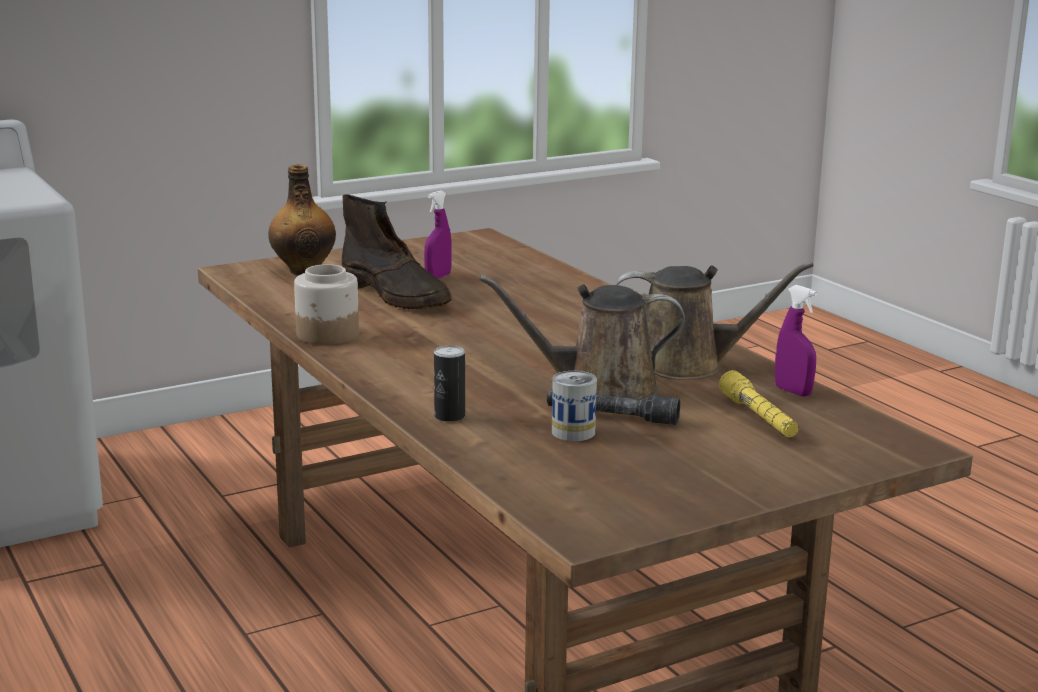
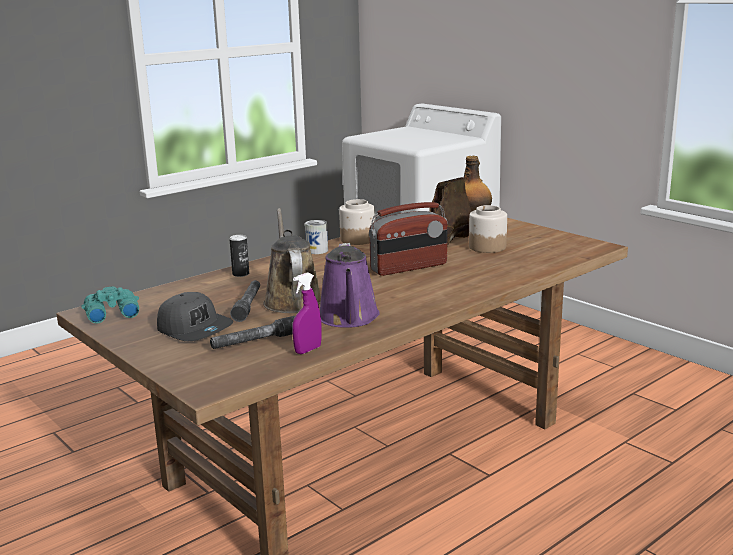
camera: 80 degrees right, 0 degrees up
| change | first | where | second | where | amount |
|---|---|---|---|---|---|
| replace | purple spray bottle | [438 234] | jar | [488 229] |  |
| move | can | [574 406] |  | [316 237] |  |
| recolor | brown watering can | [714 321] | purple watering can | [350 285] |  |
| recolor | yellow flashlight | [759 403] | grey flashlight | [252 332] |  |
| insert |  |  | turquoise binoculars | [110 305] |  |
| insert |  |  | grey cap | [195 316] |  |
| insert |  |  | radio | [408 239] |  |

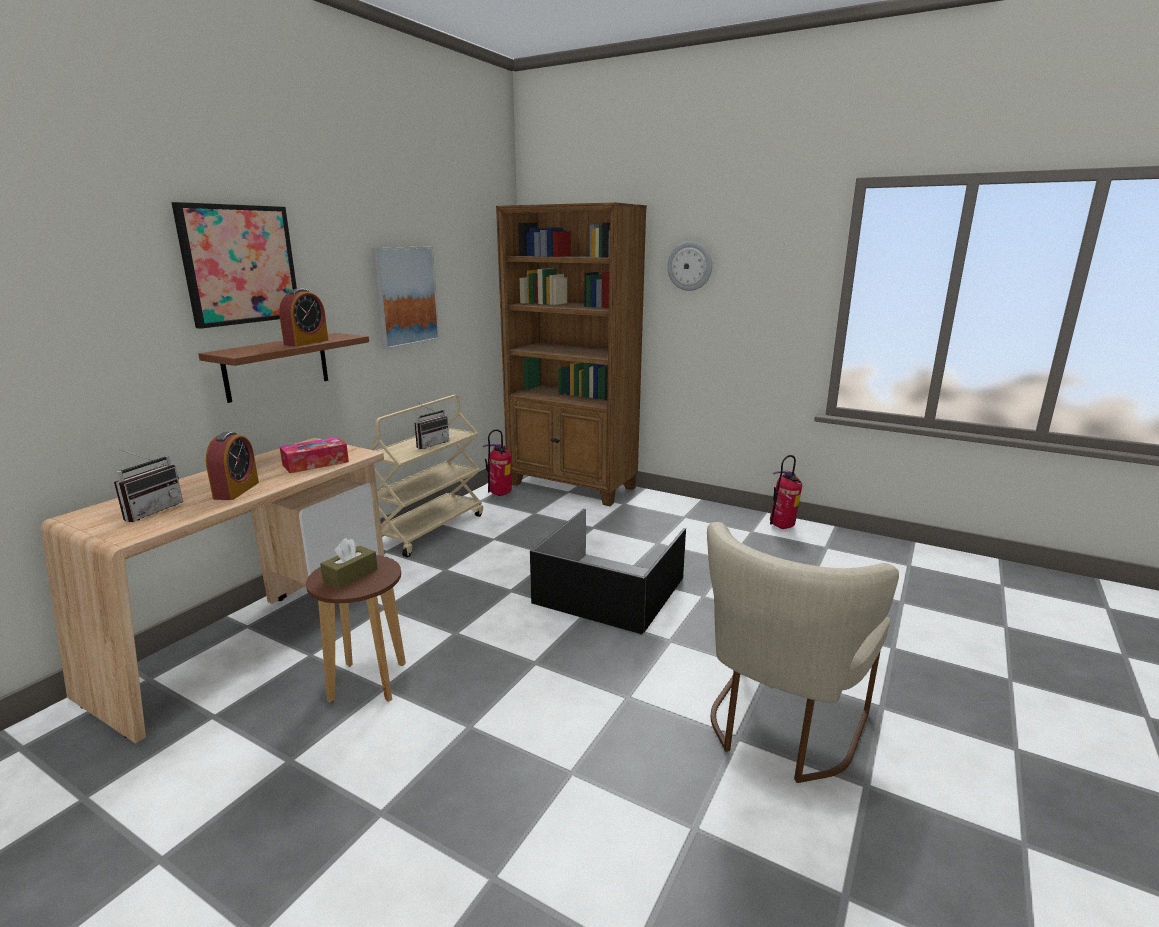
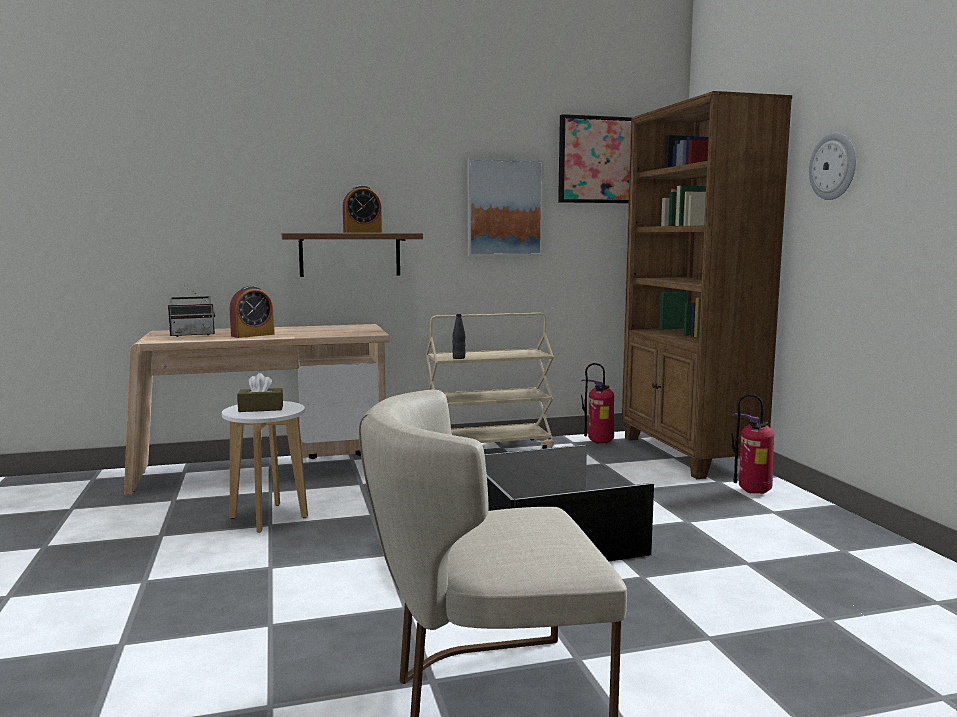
camera: 45 degrees right, 10 degrees down
| change | first | where | second | where | amount |
|---|---|---|---|---|---|
| move | picture | [234 265] |  | [595 158] |  |
| delete | tissue box | [314 455] |  |  |  |
| recolor | brown stool | [356 629] | white stool | [265 467] |  |
| delete | radio | [432 426] |  |  |  |
| move | fire extinguisher | [786 492] |  | [752 444] |  |
| insert |  |  | black bottle | [459 336] |  |

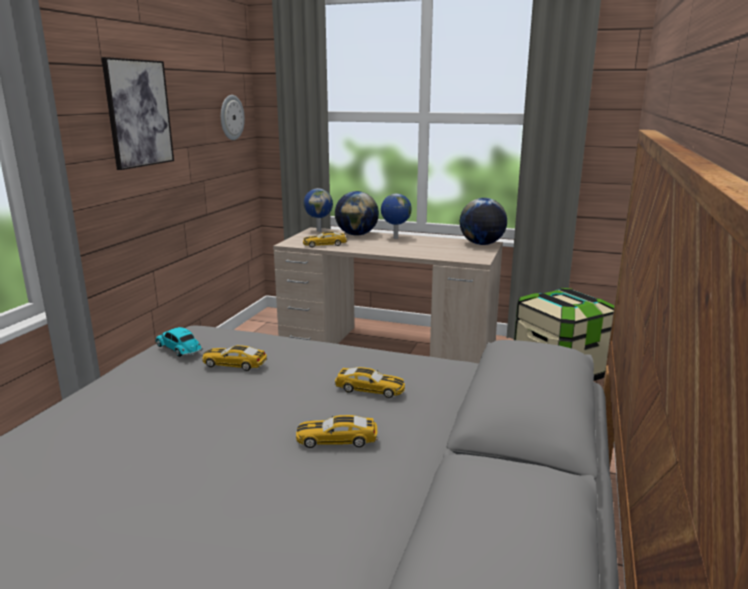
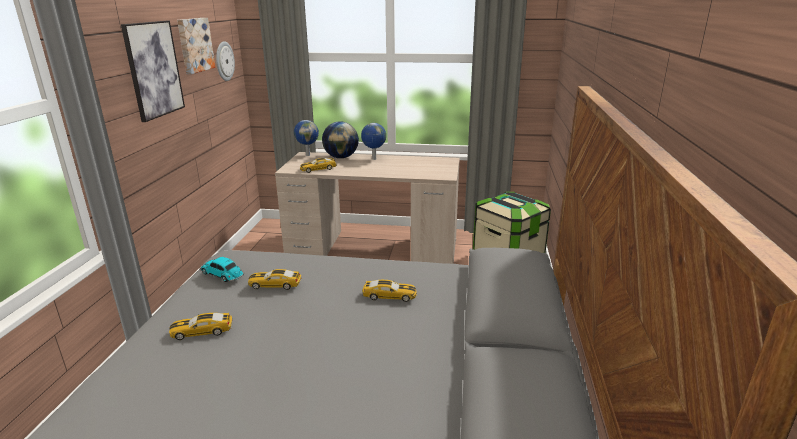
camera: 10 degrees left, 5 degrees up
| change | first | where | second | where | amount |
|---|---|---|---|---|---|
| move | toy car | [336 431] |  | [201 326] |  |
| delete | globe | [483 221] |  |  |  |
| insert |  |  | picture | [196 46] |  |

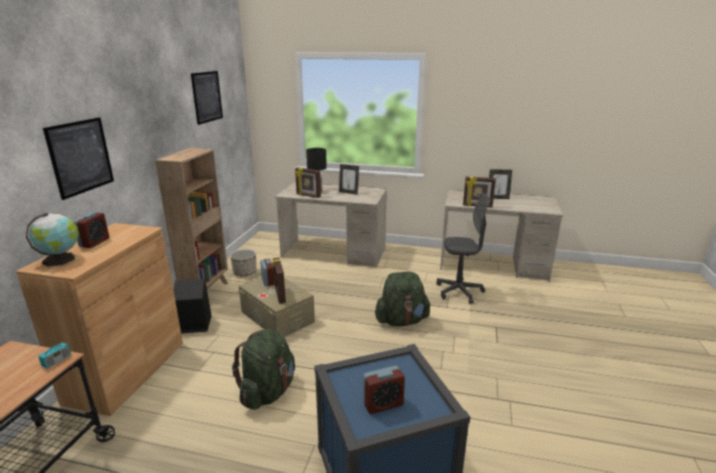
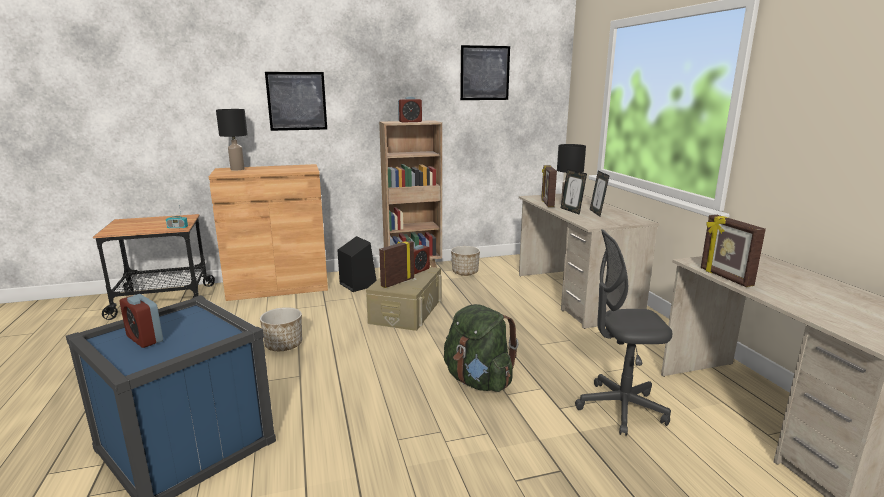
camera: 60 degrees right, 5 degrees down
| change | first | where | second | where | amount |
|---|---|---|---|---|---|
| replace | globe | [52 240] | black table lamp | [232 140] |  |
| move | alarm clock | [91 230] |  | [410 110] |  |
| replace | green backpack | [263 369] | planter | [281 329] |  |
| rotate | grey office chair | [463 248] |  | [623 332] | 120 degrees clockwise |
| move | picture frame | [500 184] |  | [574 192] |  |

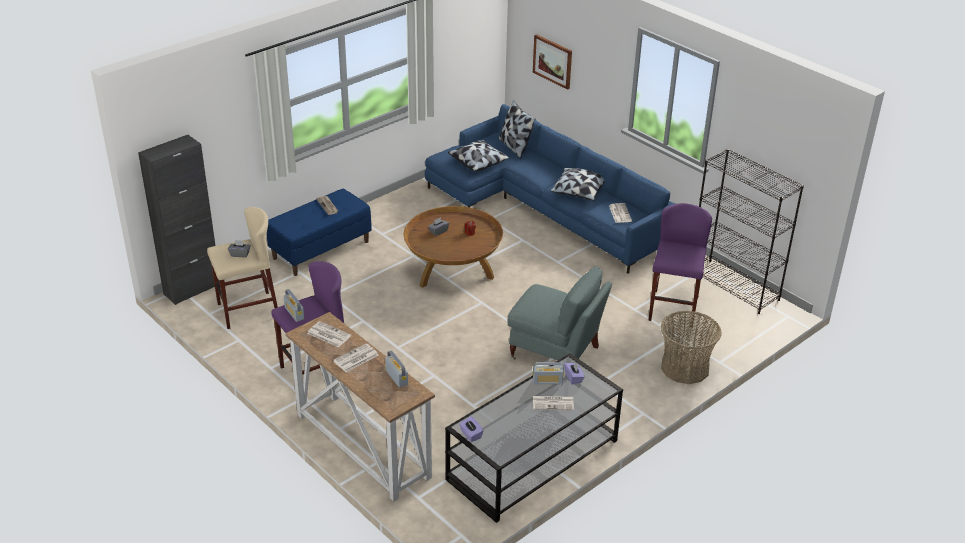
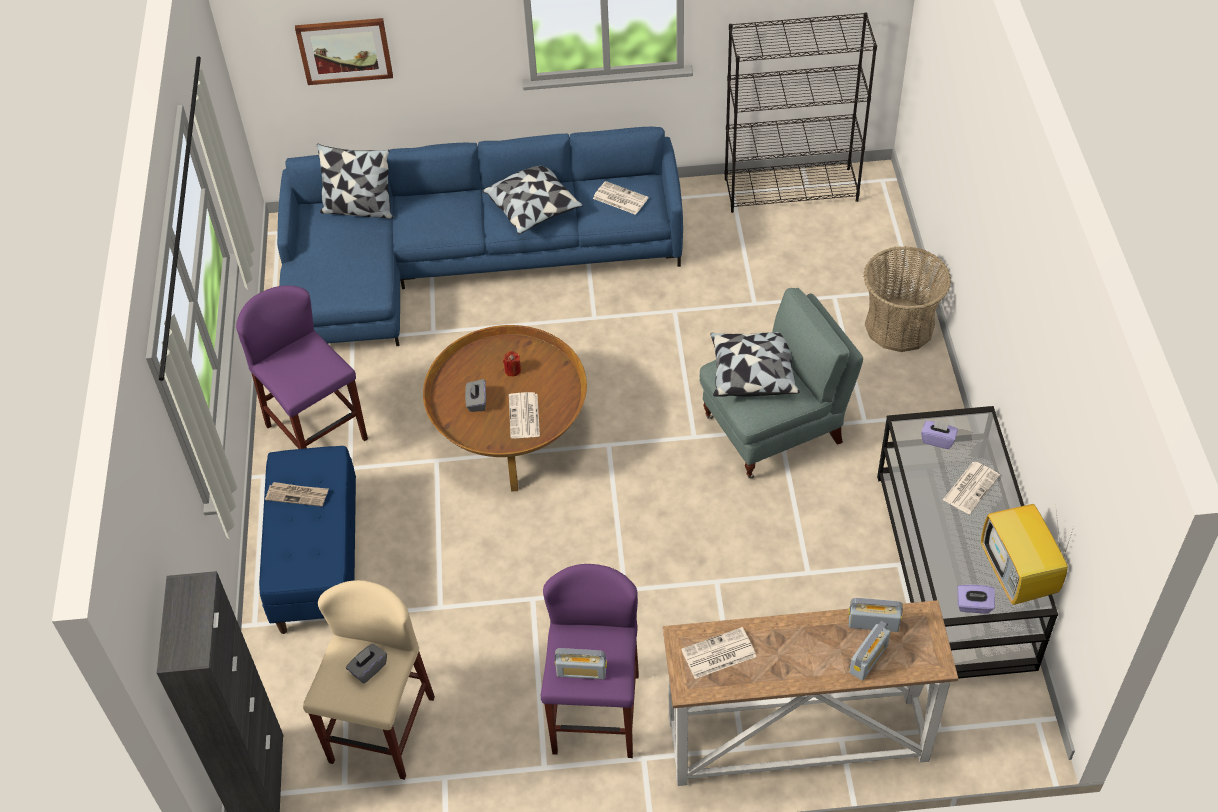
camera: 50 degrees left, 15 degrees up
| change | first | where | second | where | amount |
|---|---|---|---|---|---|
| move | newspaper | [356 357] |  | [524 415] |  |
| move | pillow | [479 155] |  | [754 364] |  |
| move | radio | [548 373] |  | [870 650] |  |
| move | purple stool | [680 264] |  | [302 367] |  |
| insert |  |  | television | [1027 554] |  |

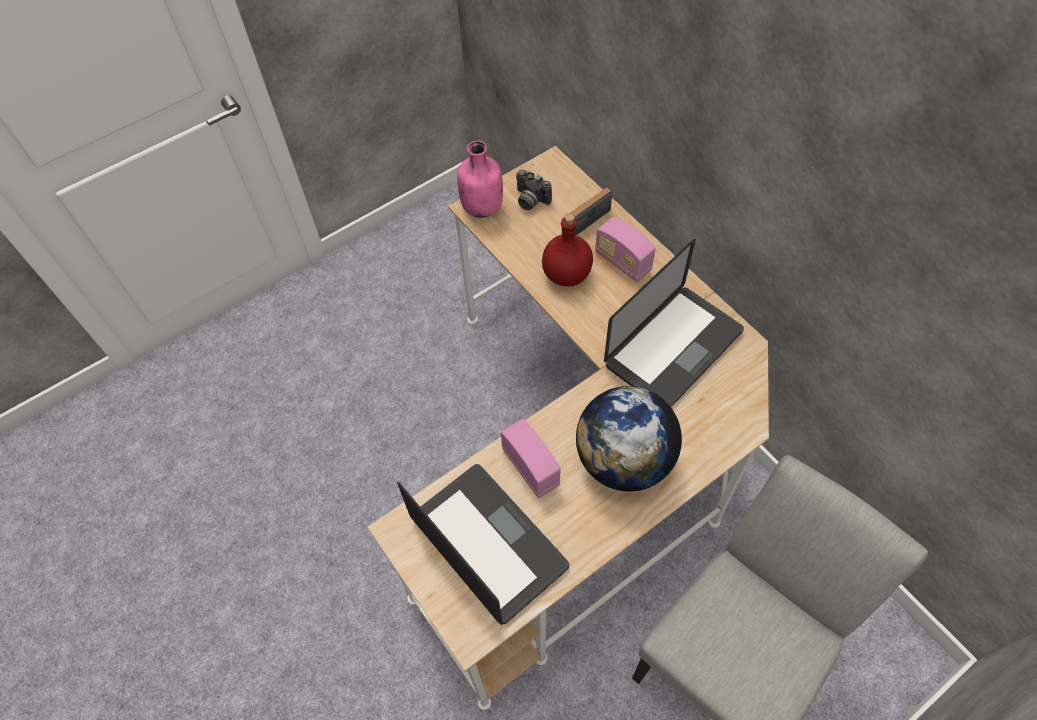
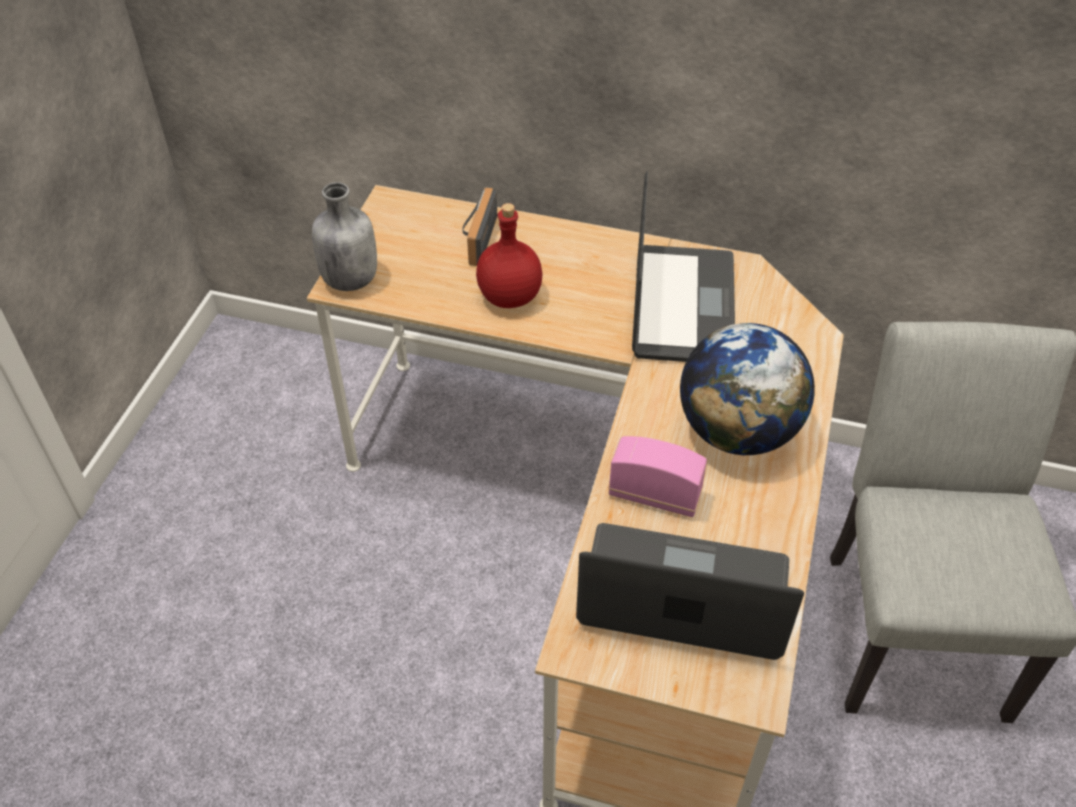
camera: 40 degrees left, 10 degrees down
| change | first | where | second | where | amount |
|---|---|---|---|---|---|
| recolor | pink bottle | [480 179] | grey bottle | [344 236] |  |
| delete | photo camera | [534 190] |  |  |  |
| delete | radio | [625 249] |  |  |  |

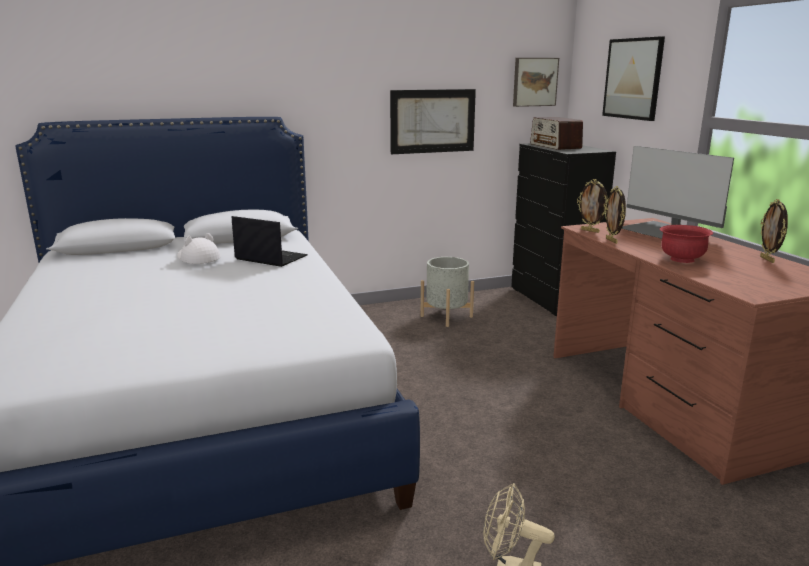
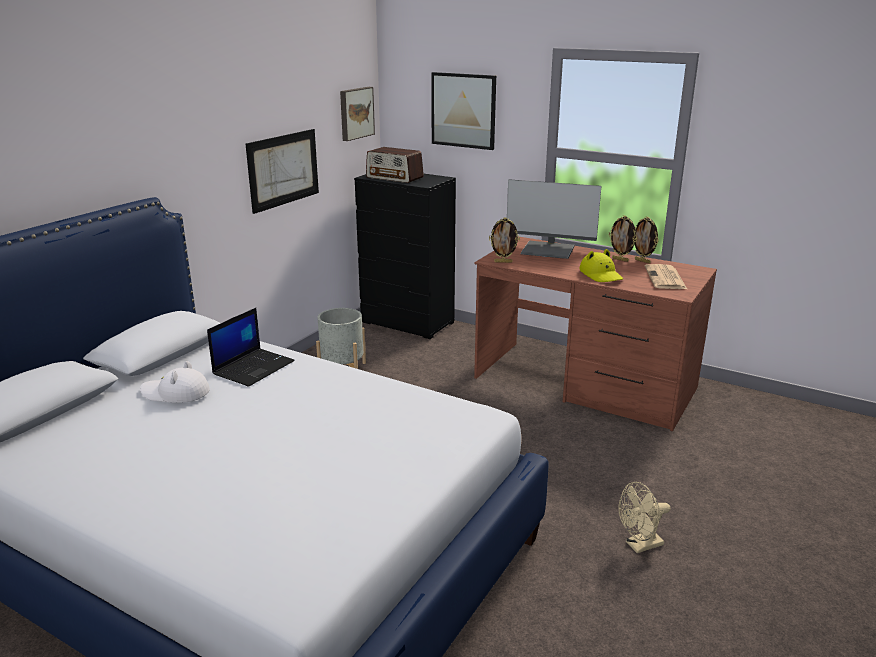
camera: 40 degrees left, 5 degrees up
| change | first | where | second | where | amount |
|---|---|---|---|---|---|
| rotate | laptop | [270 241] |  | [251 347] | 135 degrees clockwise |
| move | picture frame | [615 215] |  | [623 238] |  |
| replace | red bowl | [686 244] | yellow hat | [601 265] |  |
| insert |  |  | newspaper | [666 276] |  |

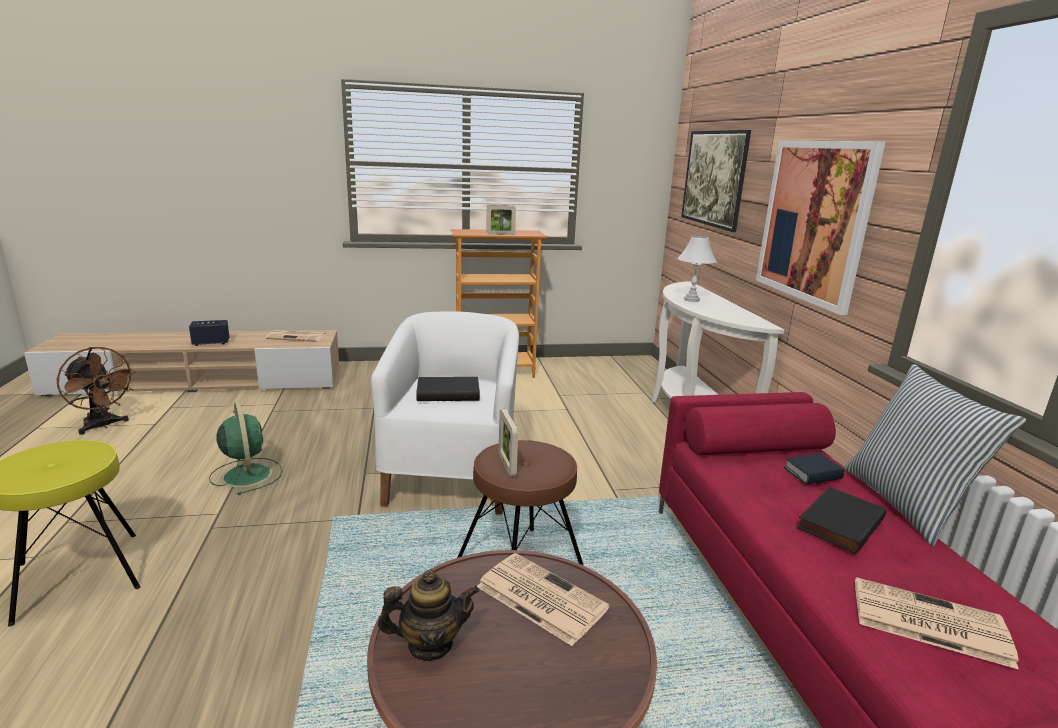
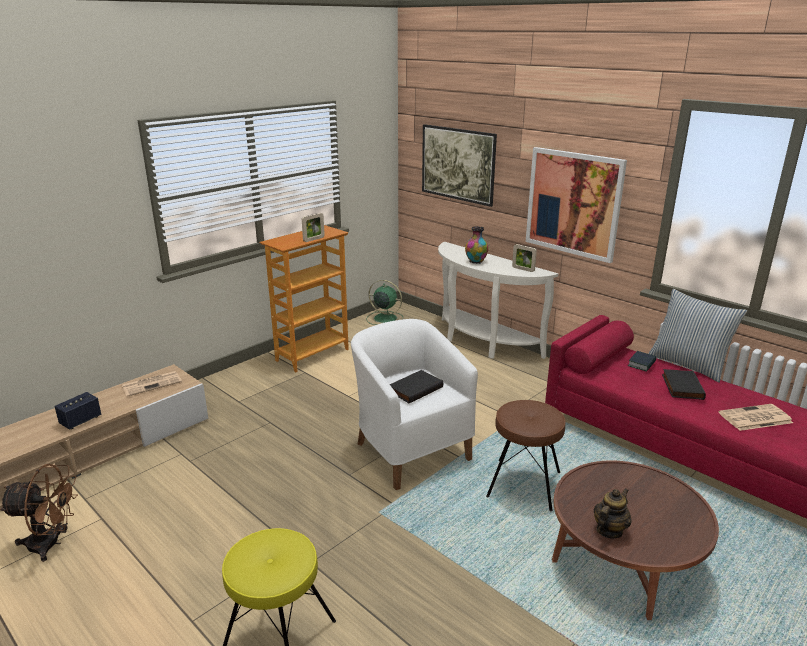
camera: 35 degrees left, 5 degrees up
| change | first | where | second | where | amount |
|---|---|---|---|---|---|
| move | green fan | [245 448] |  | [384 302] |  |
| delete | newspaper | [543 599] |  |  |  |
| move | picture frame | [508 443] |  | [524 258] |  |
| replace | white table lamp | [697 269] | vase | [476 245] |  |

